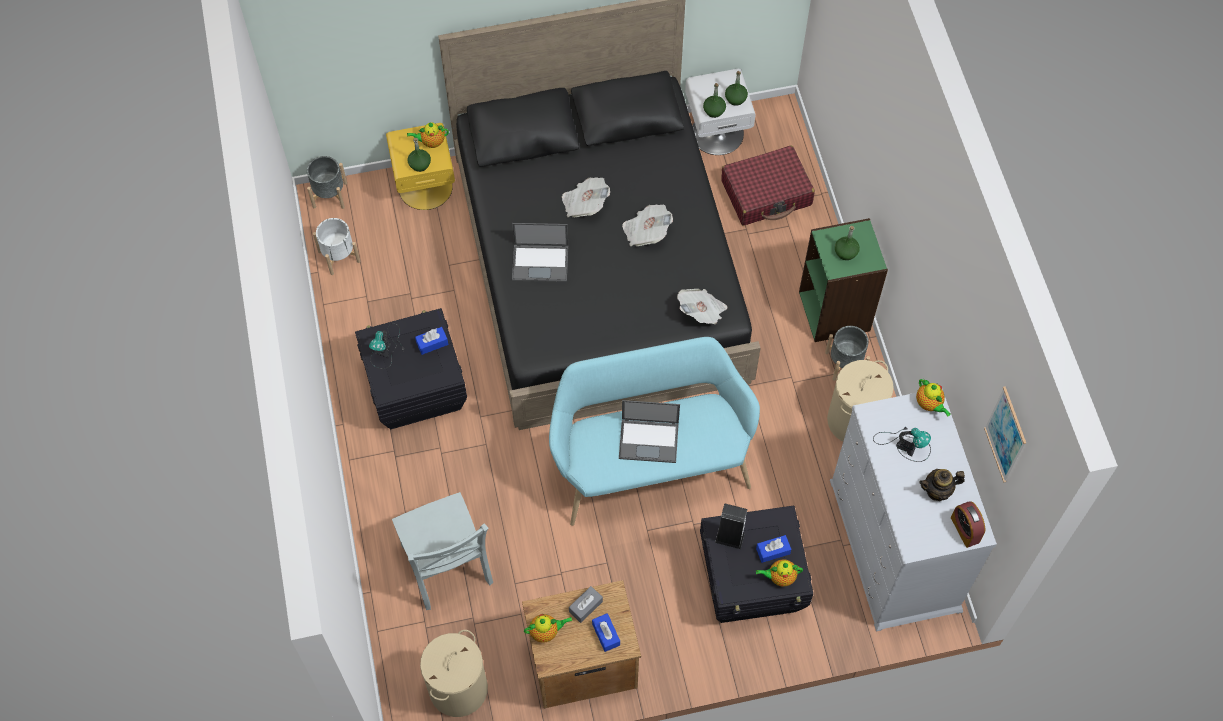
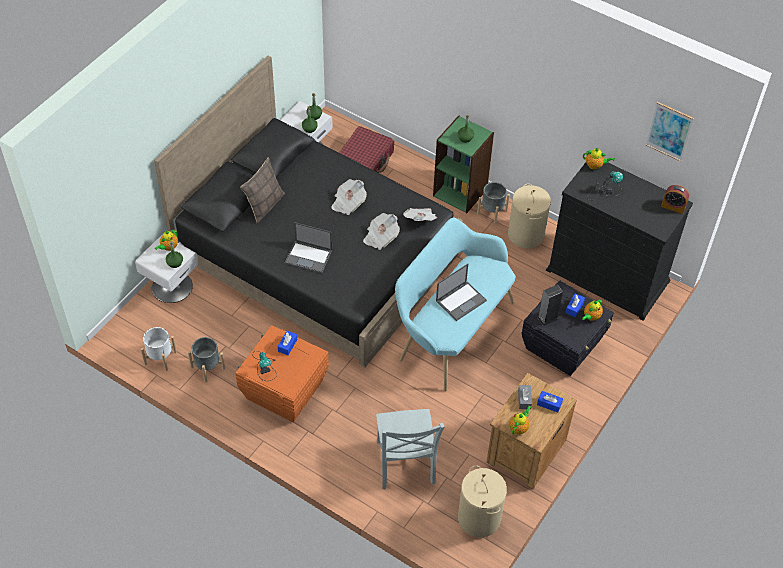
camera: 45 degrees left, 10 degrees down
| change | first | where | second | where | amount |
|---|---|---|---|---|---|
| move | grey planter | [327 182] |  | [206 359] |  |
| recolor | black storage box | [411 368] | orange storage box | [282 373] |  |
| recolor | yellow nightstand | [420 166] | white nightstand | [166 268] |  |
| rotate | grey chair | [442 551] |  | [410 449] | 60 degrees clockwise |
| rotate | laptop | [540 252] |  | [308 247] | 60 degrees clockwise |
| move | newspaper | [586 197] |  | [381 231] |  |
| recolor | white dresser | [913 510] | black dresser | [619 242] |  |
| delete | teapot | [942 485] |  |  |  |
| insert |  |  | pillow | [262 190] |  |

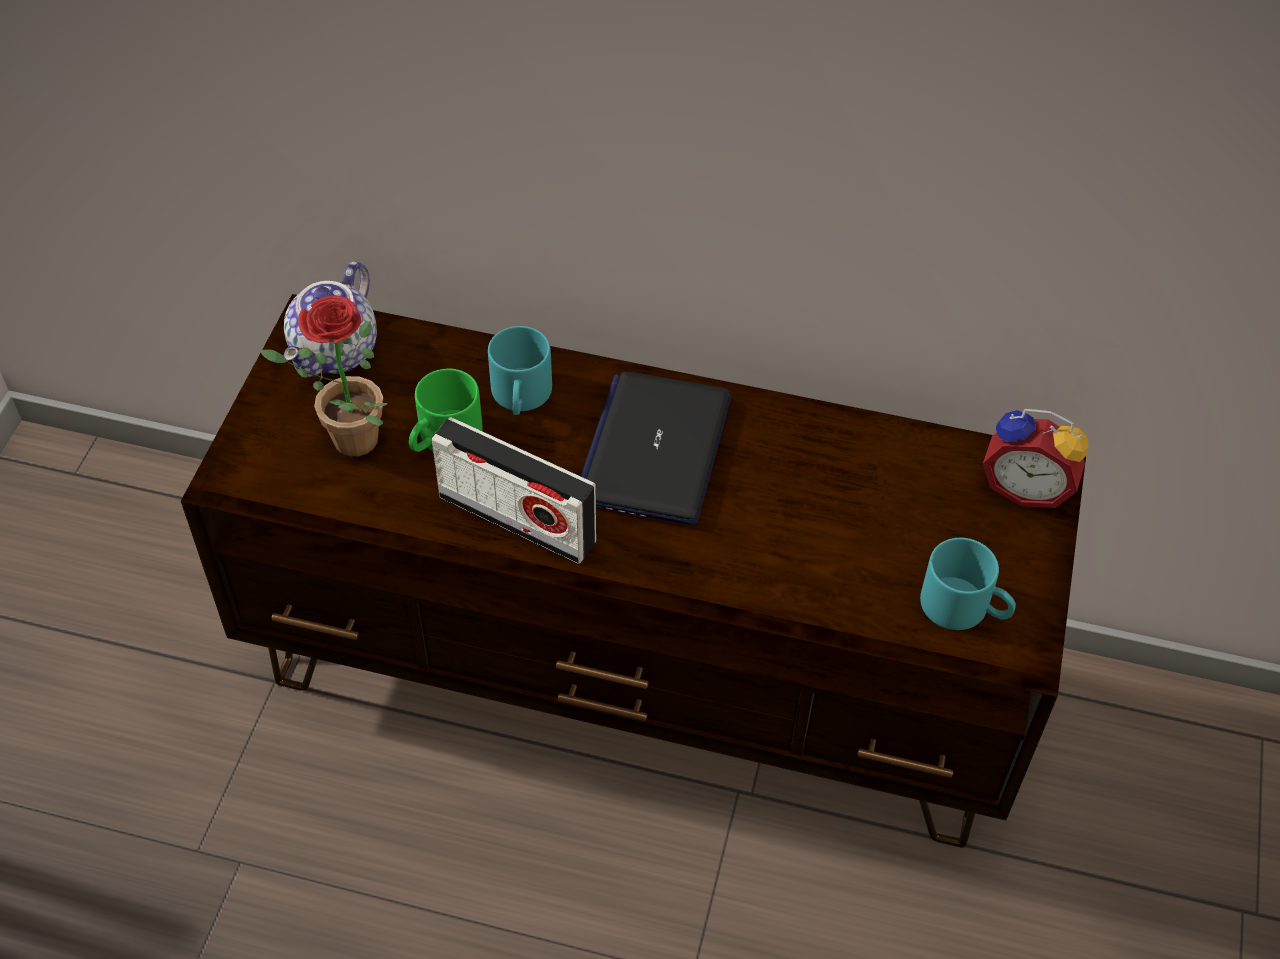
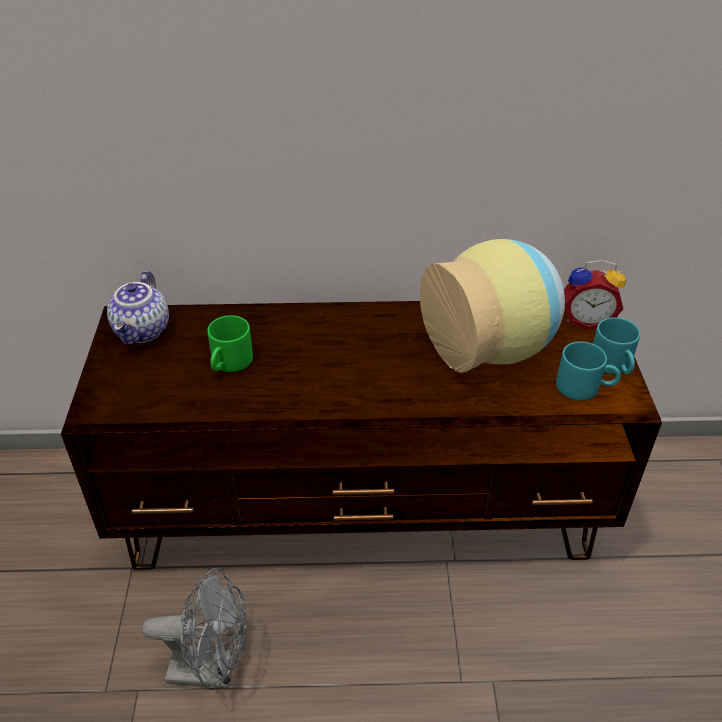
camera: 15 degrees left, 10 degrees down
| change | first | where | second | where | amount |
|---|---|---|---|---|---|
| delete | potted plant | [323 376] |  |  |  |
| delete | radio | [514 490] |  |  |  |
| move | turquoise mug | [520 370] |  | [616 345] |  |
| delete | laptop | [656 448] |  |  |  |
| insert |  |  | grey fan | [194 629] |  |
| insert |  |  | vase | [492 306] |  |

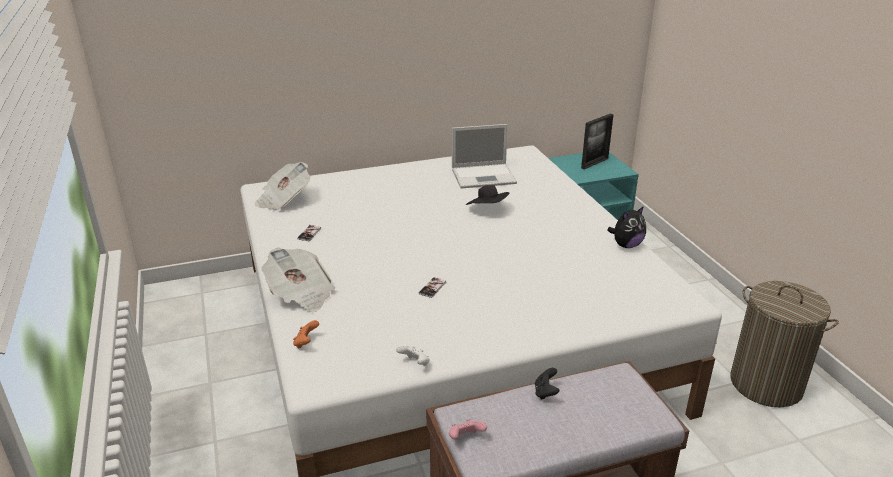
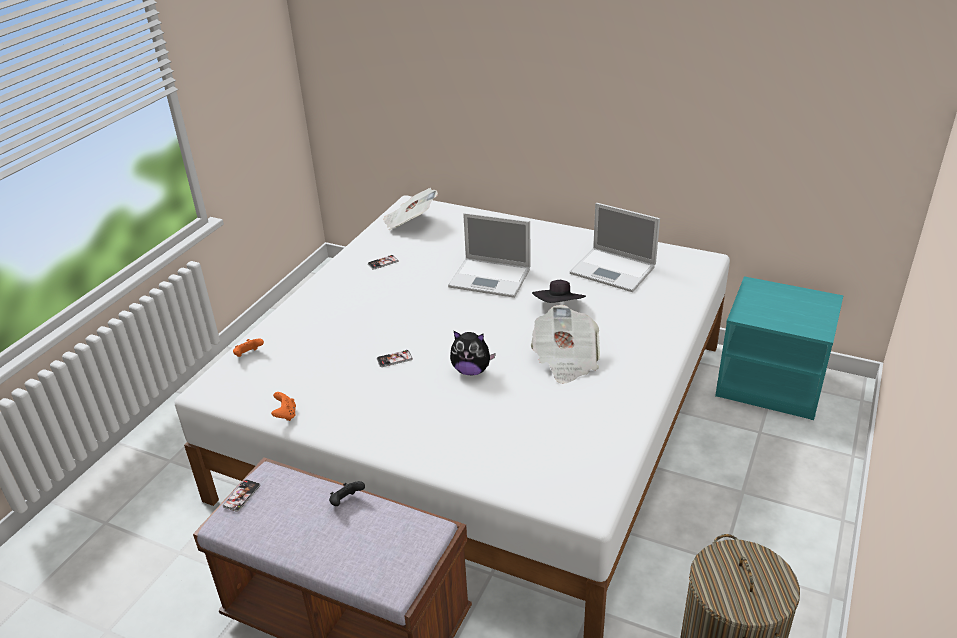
camera: 45 degrees right, 5 degrees up
| change | first | where | second | where | amount |
|---|---|---|---|---|---|
| move | newspaper | [298 280] |  | [565 344] |  |
| recolor | white game controller | [413 355] | orange game controller | [283 406] |  |
| replace | pink game controller | [468 429] | phone | [241 495] |  |
| delete | picture frame | [597 141] |  |  |  |
| move | plush toy | [626 227] |  | [473 352] |  |
| insert |  |  | laptop | [489 255] |  |

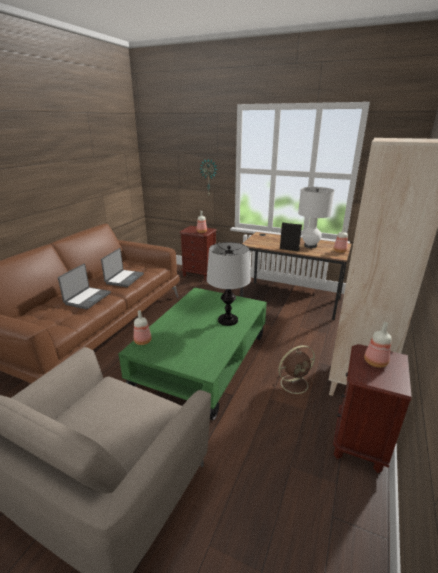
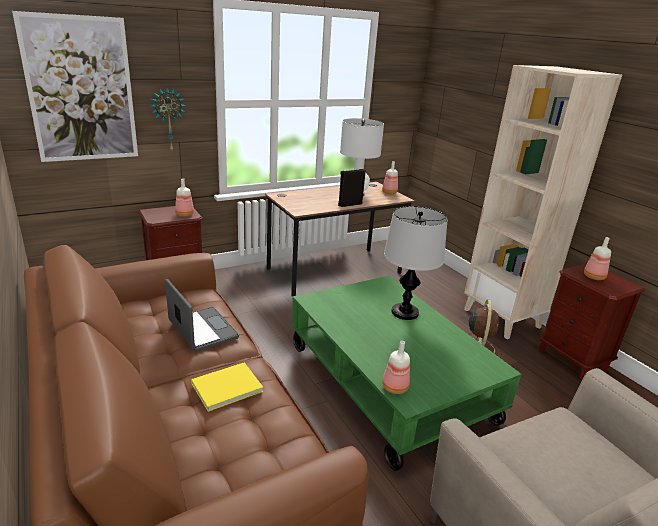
camera: 55 degrees left, 0 degrees up
| change | first | where | second | where | amount |
|---|---|---|---|---|---|
| replace | laptop | [84 286] | yellow book | [227 387] |  |
| insert |  |  | picture | [75 86] |  |

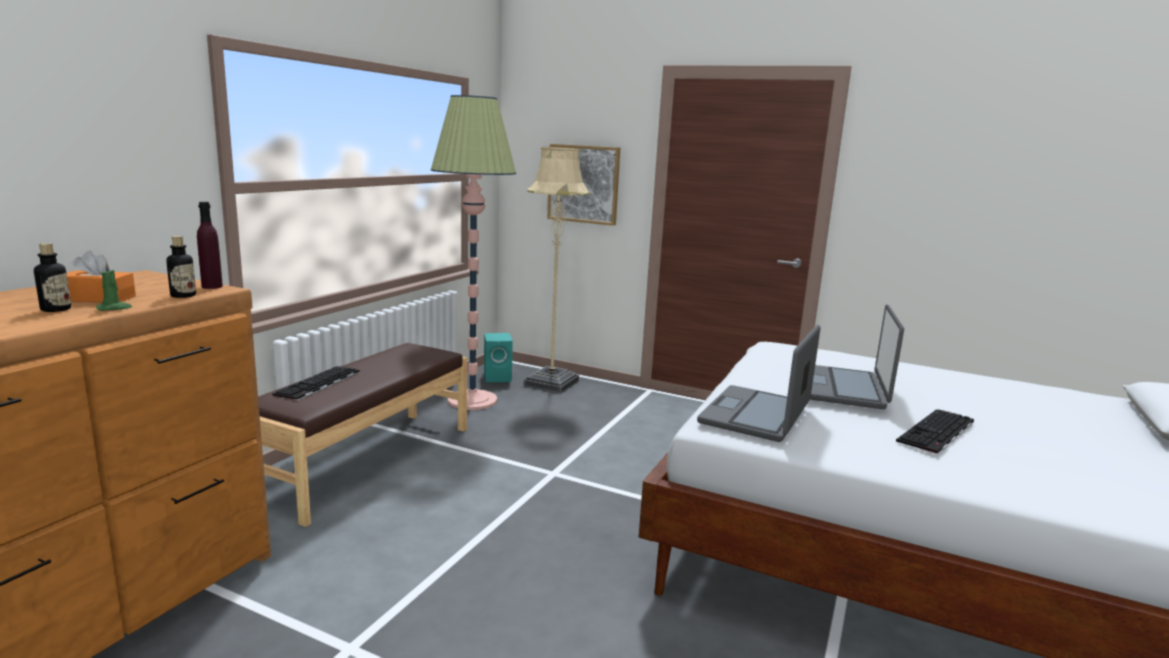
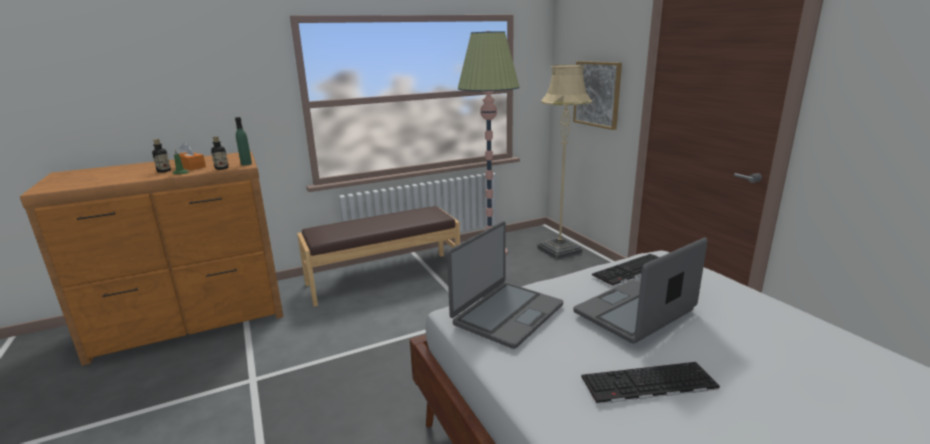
camera: 40 degrees right, 5 degrees up
| change | first | where | second | where | amount |
|---|---|---|---|---|---|
| recolor | purple bottle | [210 245] | green bottle | [243 141] |  |
| move | keyboard | [316 383] |  | [625 270] |  |
| delete | turquoise speaker | [498 357] |  |  |  |
| rotate | laptop | [758 383] |  | [505 285] | 150 degrees clockwise |

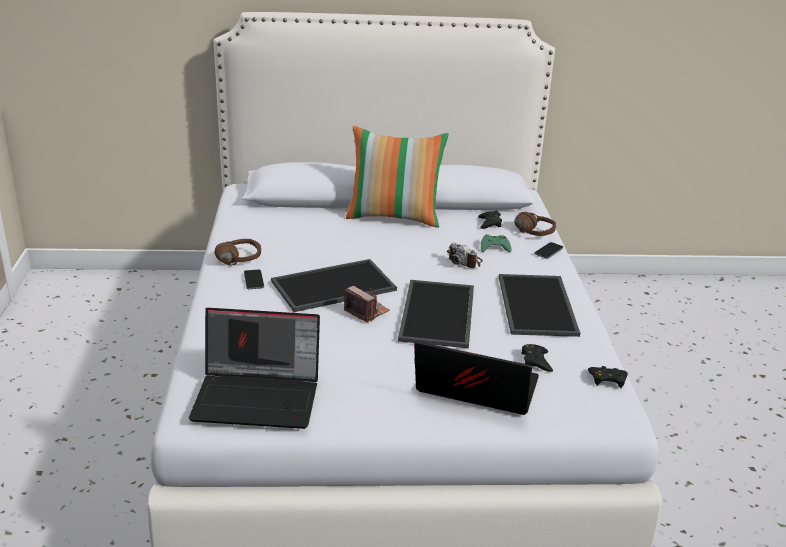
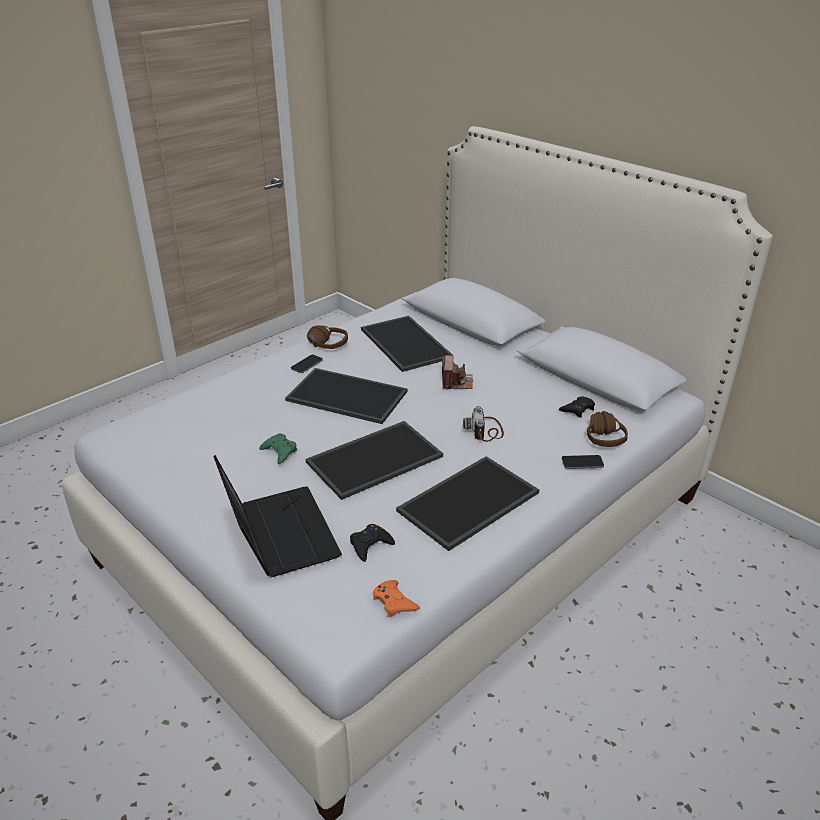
camera: 50 degrees right, 5 degrees up
| change | first | where | second | where | amount |
|---|---|---|---|---|---|
| delete | laptop | [254 368] |  |  |  |
| move | photo camera | [367 304] |  | [457 372] |  |
| delete | pillow | [397 177] |  |  |  |
| move | green game controller | [496 243] |  | [278 448] |  |
| recolor | black game controller | [608 377] | orange game controller | [396 598] |  |
| insert |  |  | tray | [407 344] |  |

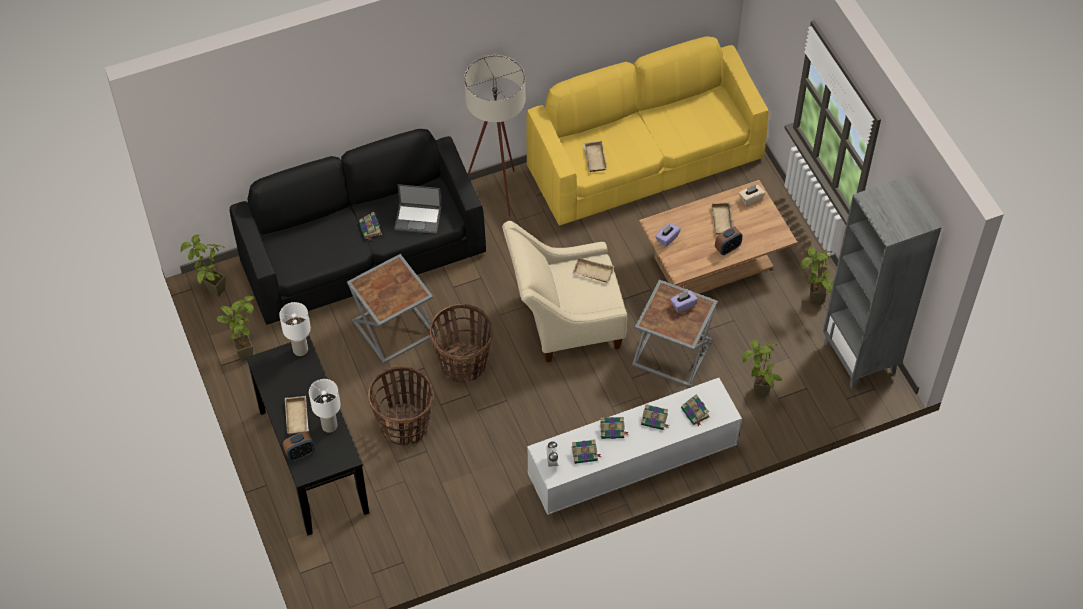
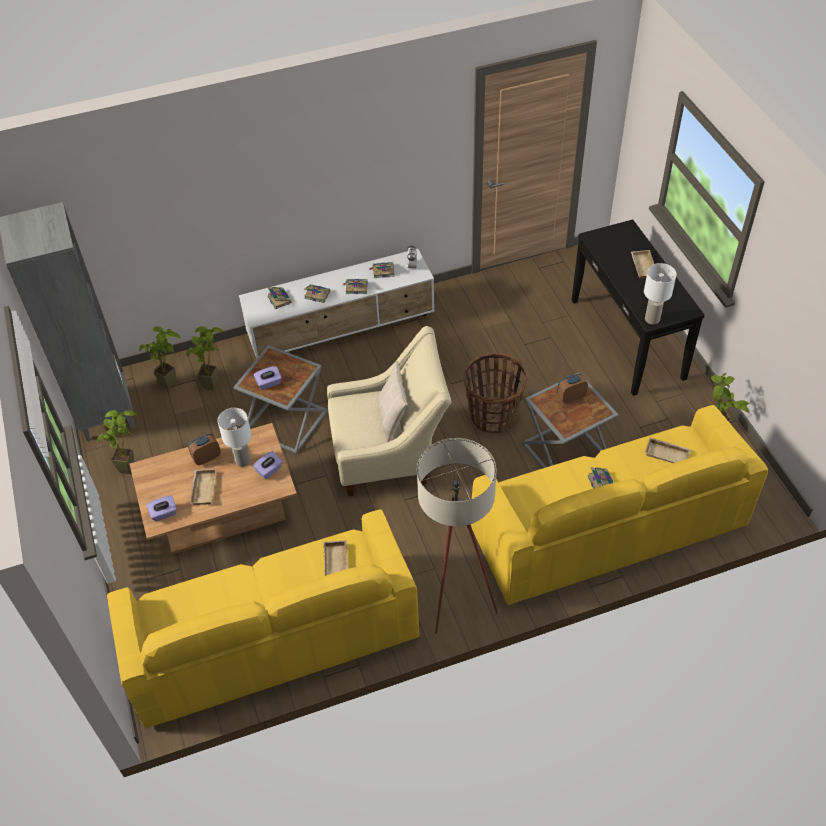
camera: 175 degrees left, 5 degrees down
| change | first | where | second | where | amount |
|---|---|---|---|---|---|
| move | potted plant | [203 266] |  | [160 358] |  |
| recolor | black sofa | [357 227] | yellow sofa | [619 505] |  |
| move | alarm clock | [299 446] |  | [572 388] |  |
| move | white table lamp | [325 406] |  | [234 437] |  |
| delete | basket | [400 406] |  |  |  |
| delete | laptop | [418 209] |  |  |  |
| move | beige tray | [593 270] |  | [668 450] |  |
| recolor | beige tissue box | [752 195] | purple tissue box | [161 508] |  |
| insert |  |  | beige pillow | [393 401] |  |

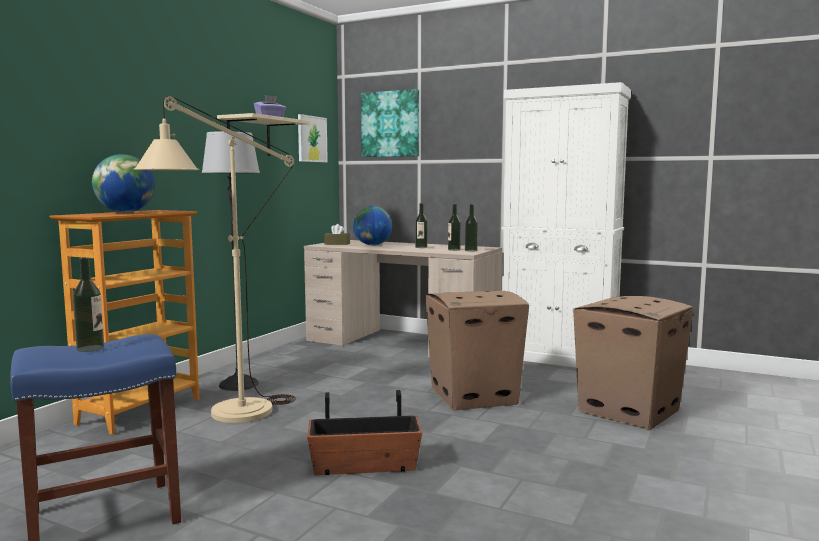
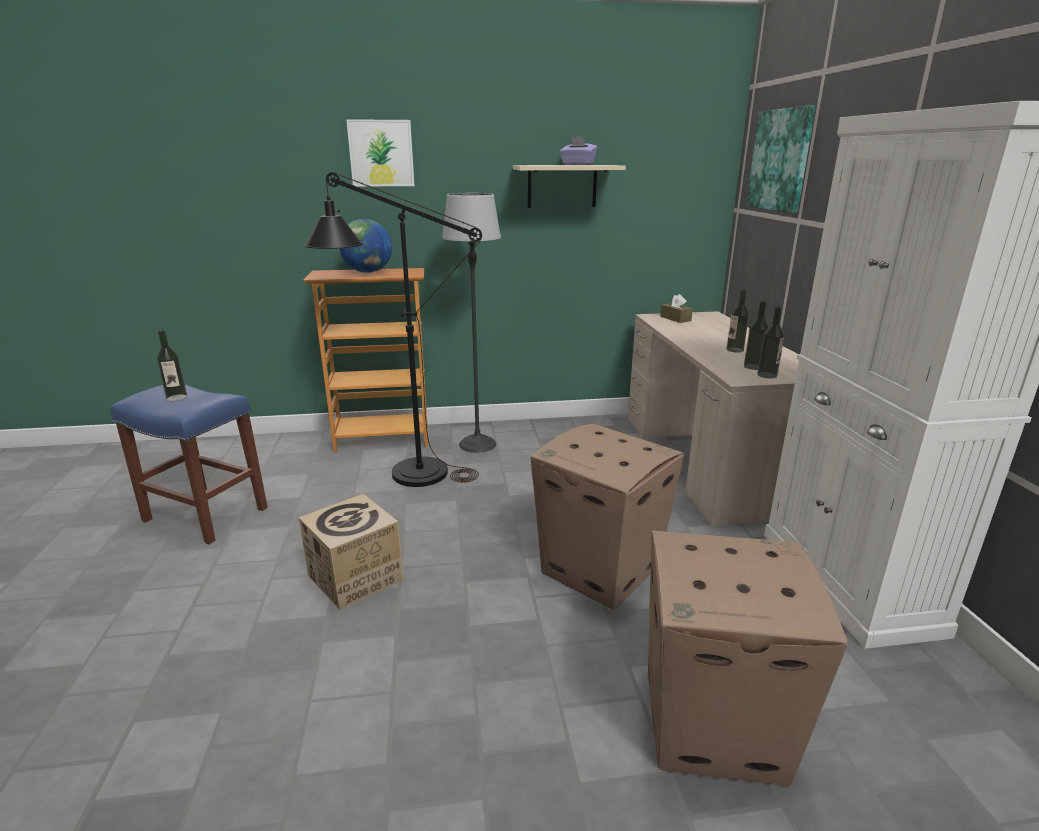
camera: 55 degrees right, 15 degrees up
| change | first | where | second | where | amount |
|---|---|---|---|---|---|
| recolor | beige floor lamp | [214 259] | black floor lamp | [392 329] |  |
| move | picture | [313 138] |  | [380 153] |  |
| replace | planter | [364 432] | cardboard box | [351 552] |  |
| delete | globe | [372 225] |  |  |  |

